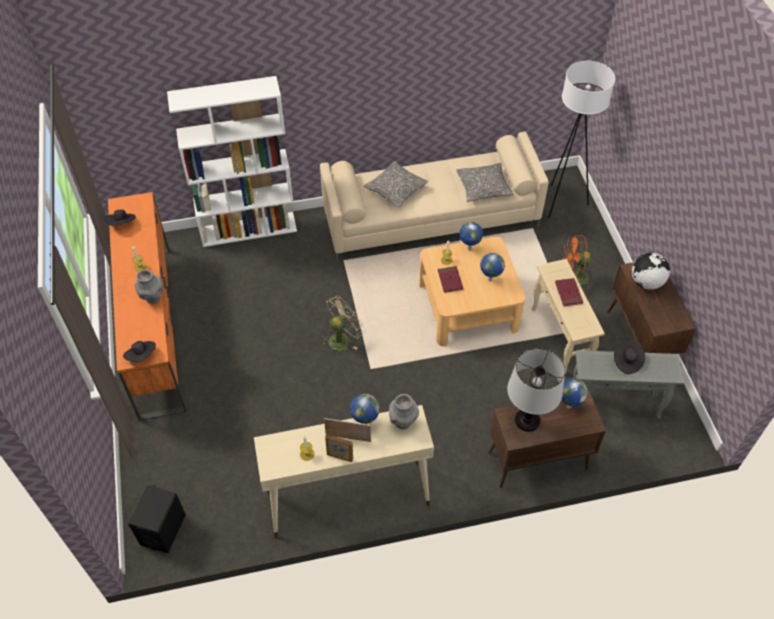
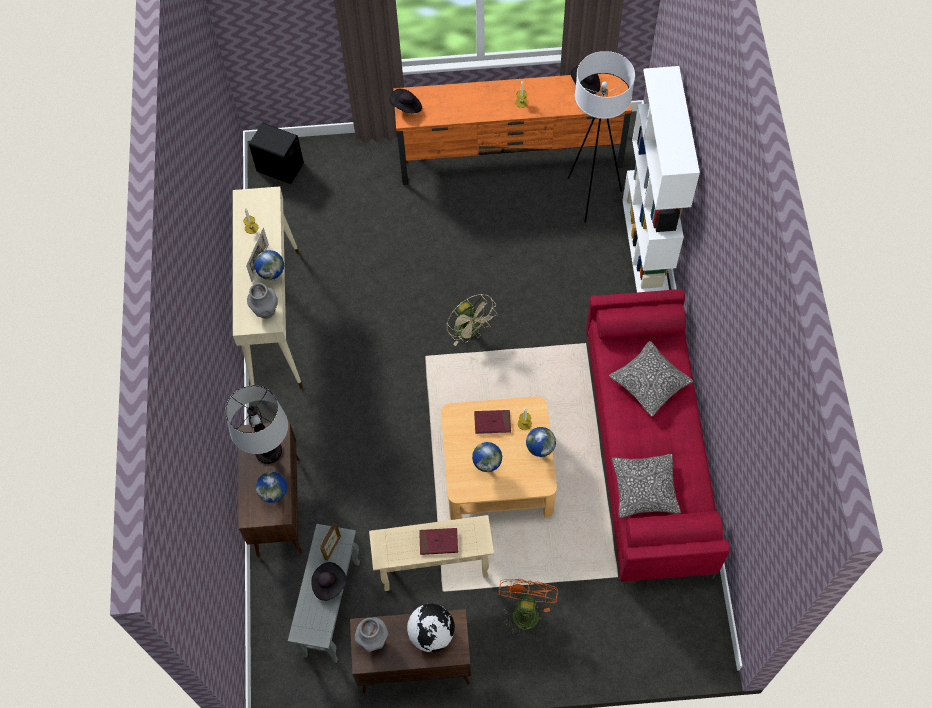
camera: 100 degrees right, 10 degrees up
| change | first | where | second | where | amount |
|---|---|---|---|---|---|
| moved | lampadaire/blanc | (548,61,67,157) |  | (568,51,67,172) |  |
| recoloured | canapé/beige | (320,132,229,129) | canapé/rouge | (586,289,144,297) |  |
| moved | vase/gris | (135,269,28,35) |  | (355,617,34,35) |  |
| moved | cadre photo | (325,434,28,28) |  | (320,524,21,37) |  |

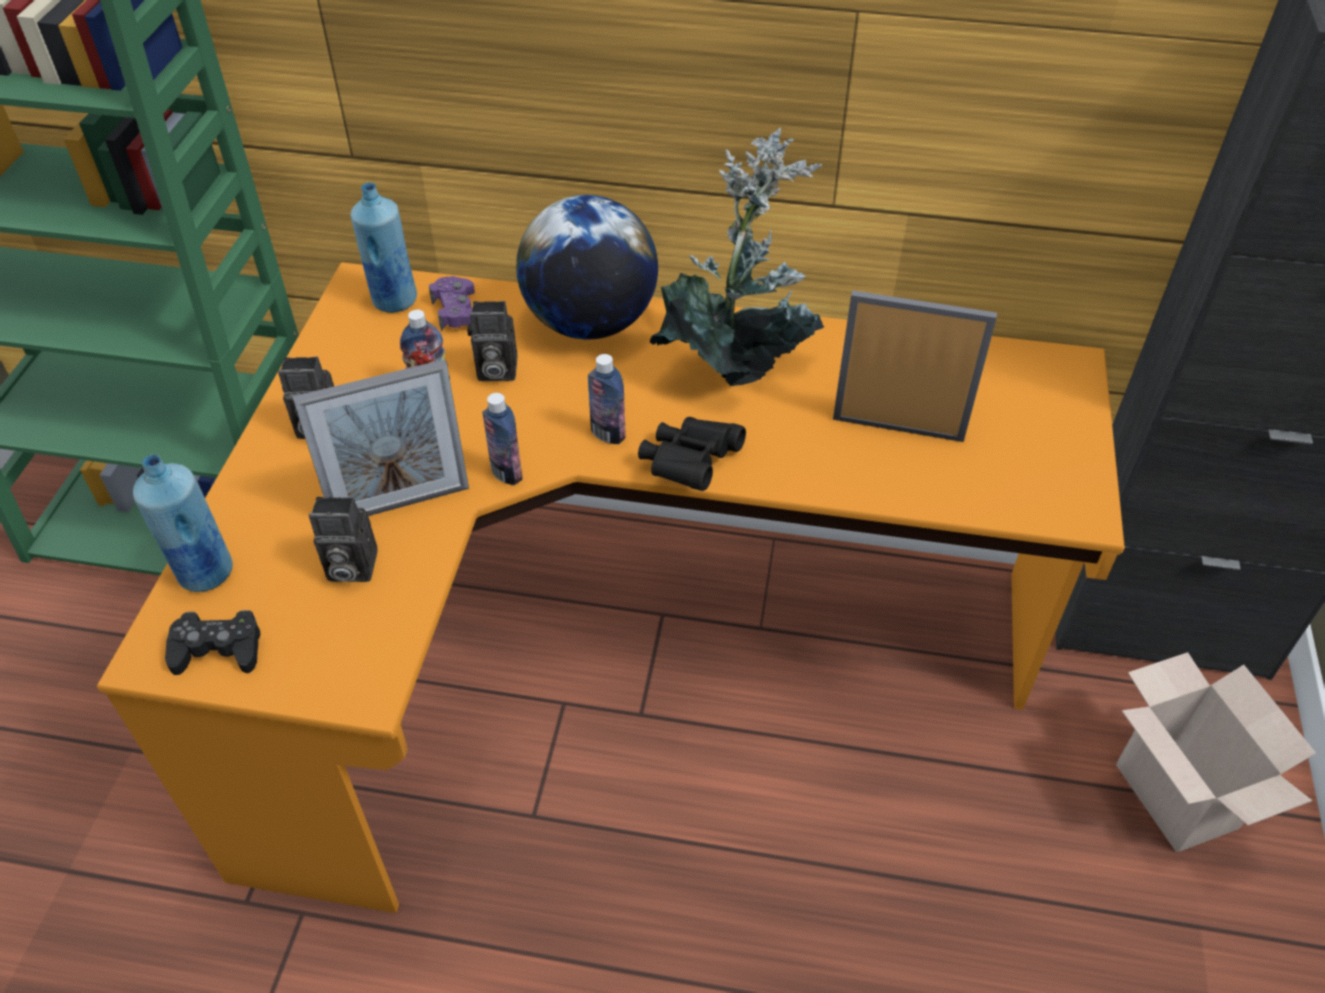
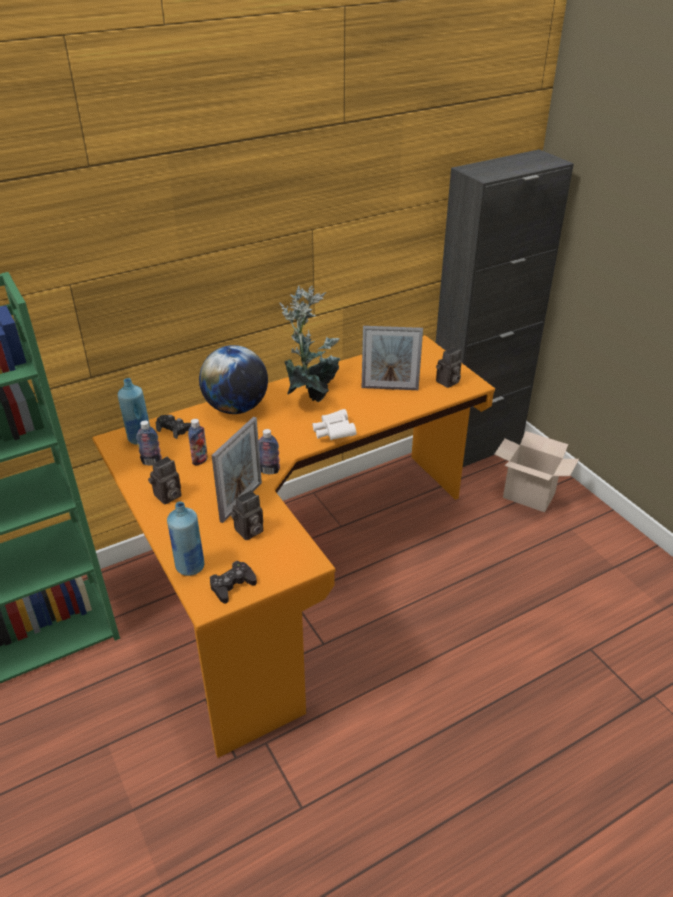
camera: 40 degrees left, 10 degrees down
| change | first | where | second | where | amount |
|---|---|---|---|---|---|
| recoloured | manette/violet | (429,276,46,55) | manette/noir | (155,415,36,24) |  |
| turned | cadre photo | (833,290,164,152) |  | (362,326,61,64) | 150 degrees counterclockwise |
| moved | appareil photo | (467,301,50,80) |  | (436,347,26,41) |  |
| moved | bouteille | (588,354,38,90) |  | (136,420,26,46) |  |
| recoloured | jumelles/noir | (638,417,108,74) | jumelles/blanc | (312,409,44,31) |  |

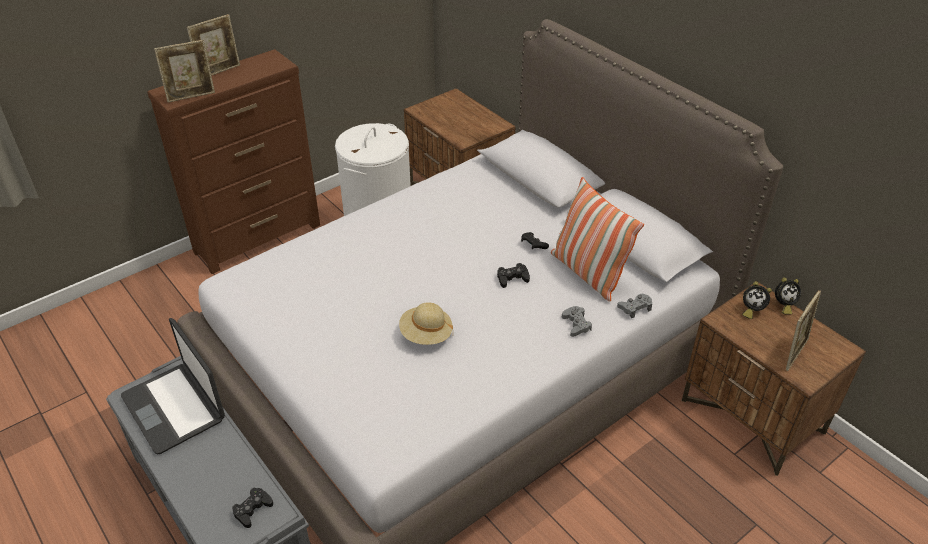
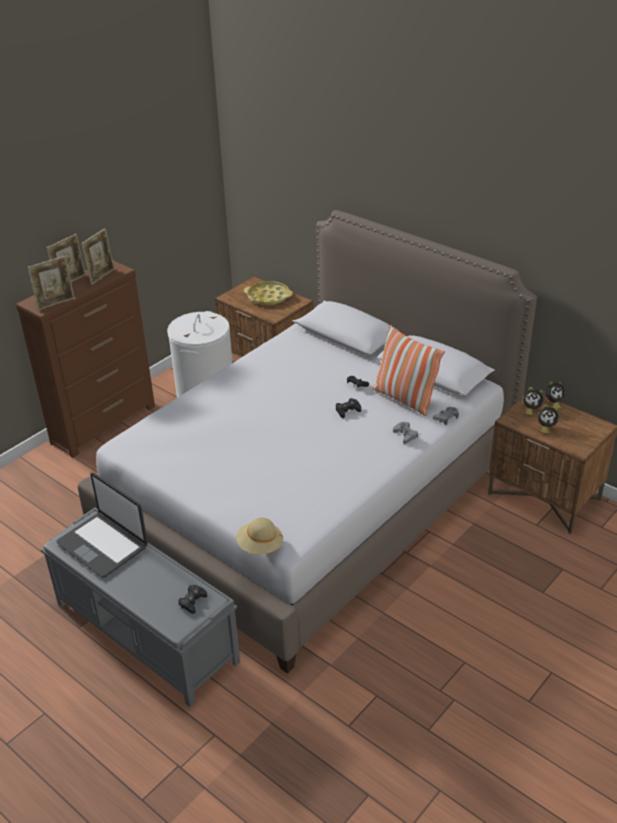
camera: 10 degrees left, 5 degrees down
| change | first | where | second | where | amount |
|---|---|---|---|---|---|
| moved | cadre photo | (786,290,35,81) |  | (81,228,34,57) |  |
| moved | chapeau/beige | (399,302,54,43) |  | (236,517,48,37) |  |
| added |  |  | plateau/jaune | (244,281,49,24) |  |
| added |  |  | réveil | (538,404,21,30) |  |

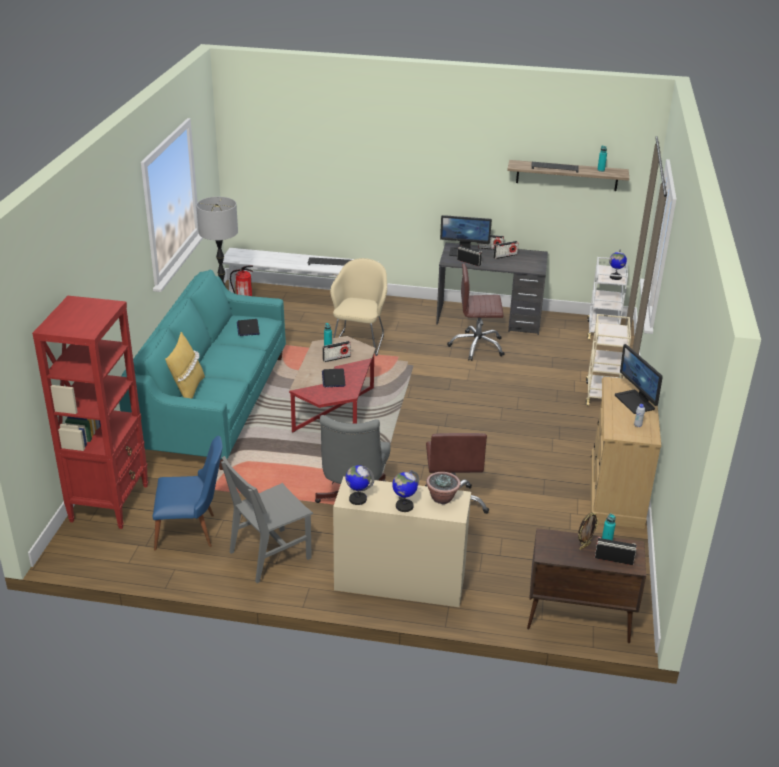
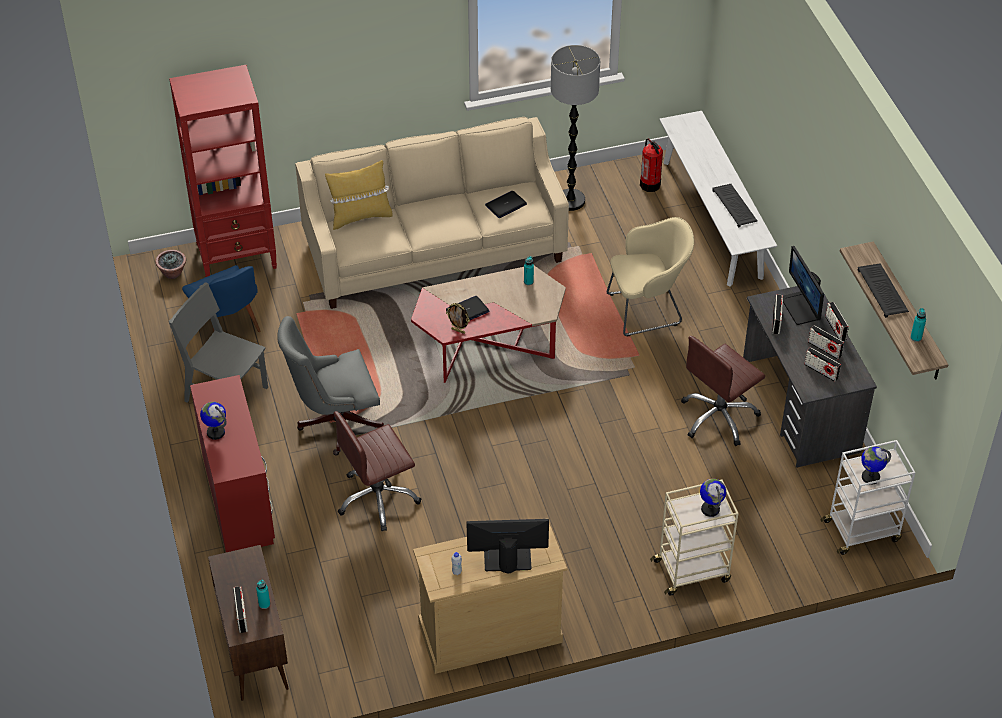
camera: 65 degrees right, 15 degrees up
| change | first | where | second | where | amount |
|---|---|---|---|---|---|
| turned | chaise de bureau/marron | (447,264,57,97) |  | (681,336,84,110) | 105 degrees counterclockwise |
| recoloured | canapé/turquoise | (119,269,167,201) | canapé/beige | (295,117,274,192) |  |
| moved | radio | (323,341,28,21) |  | (804,347,37,35) |  |
| turned | écran d'ordinateur | (615,344,48,70) |  | (466,519,83,54) | 45 degrees clockwise |
| moved | globe | (346,465,28,40) |  | (700,479,26,38) |  |
| moved | plante en pot | (426,472,35,32) |  | (156,250,30,29) |  |
| recoloured | bureau/beige | (333,476,138,131) | bureau/rouge | (190,375,85,177) |  |
| moved | cadre photo | (578,513,21,37) |  | (446,303,24,31) |  |

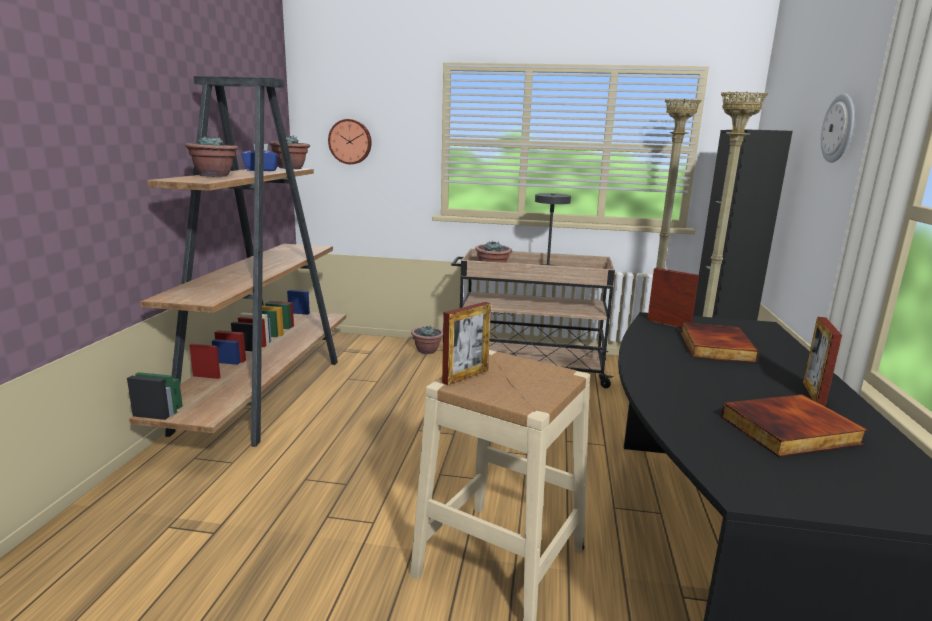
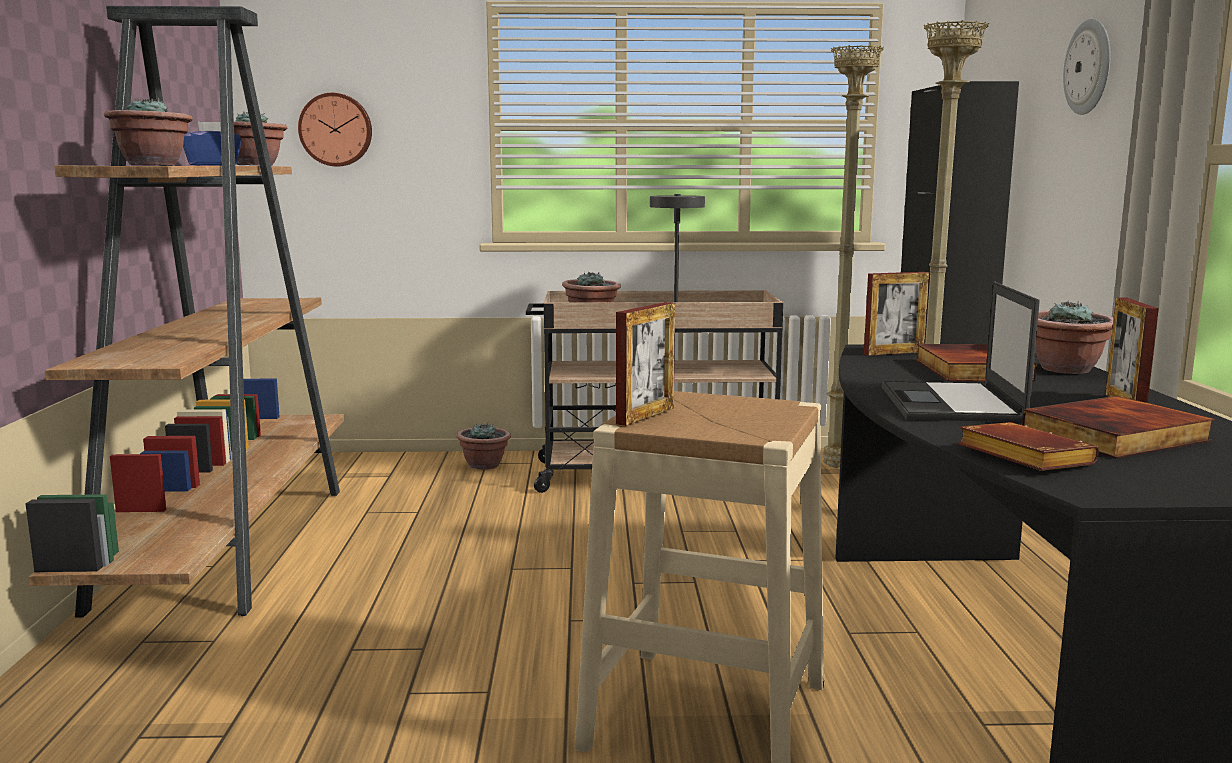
camera: 10 degrees left, 5 degrees down
| change | first | where | second | where | amount |
|---|---|---|---|---|---|
| turned | cadre photo | (647,268,52,60) |  | (864,272,65,84) | 135 degrees clockwise |
| added |  |  | ordinateur portable | (882,281,158,141) |  |
| added |  |  | plante en pot | (1035,301,78,73) |  |
| added |  |  | livre/marron | (958,422,141,49) |  |

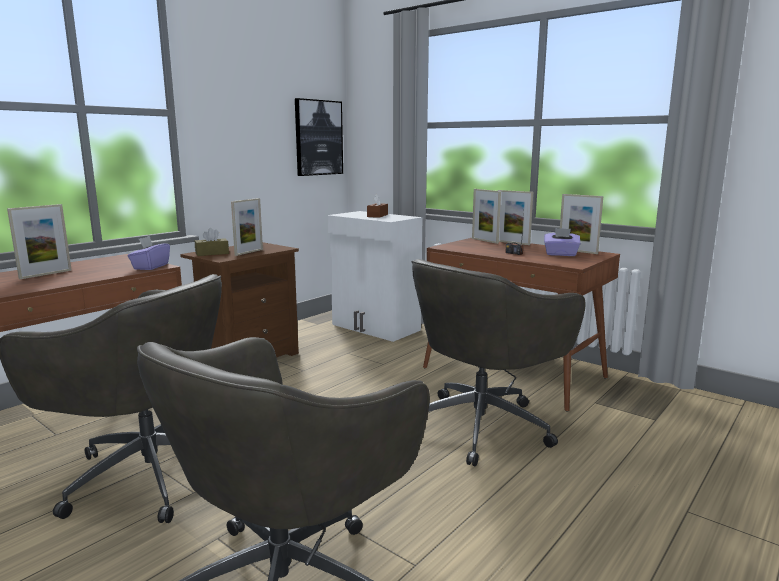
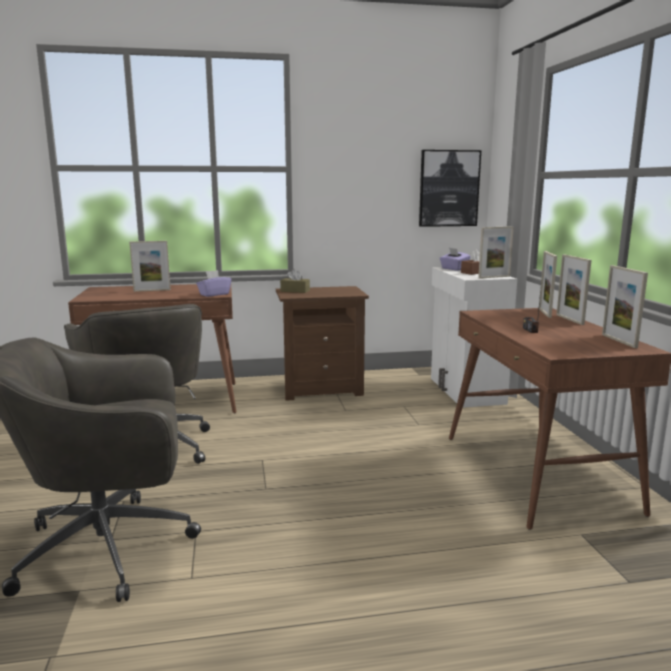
camera: 40 degrees right, 0 degrees up
| change | first | where | second | where | amount |
|---|---|---|---|---|---|
| moved | cadre photo | (231,198,32,58) |  | (478,226,36,53) |  |
| moved | boîte à mouchoirs/violet | (544,228,36,28) |  | (440,248,30,23) |  |
| removed | chaise de bureau/gris | (412,259,173,207) |  |  |  |

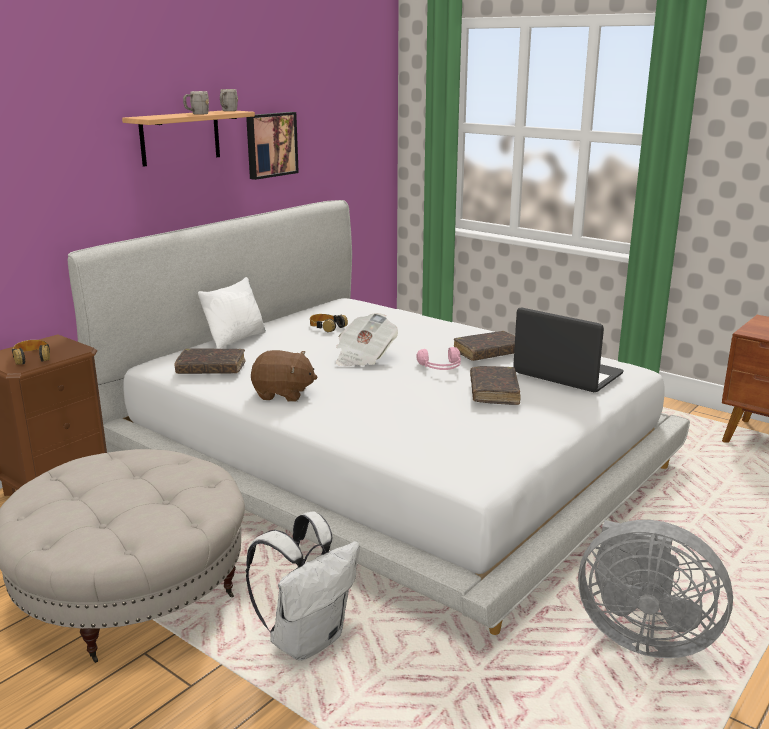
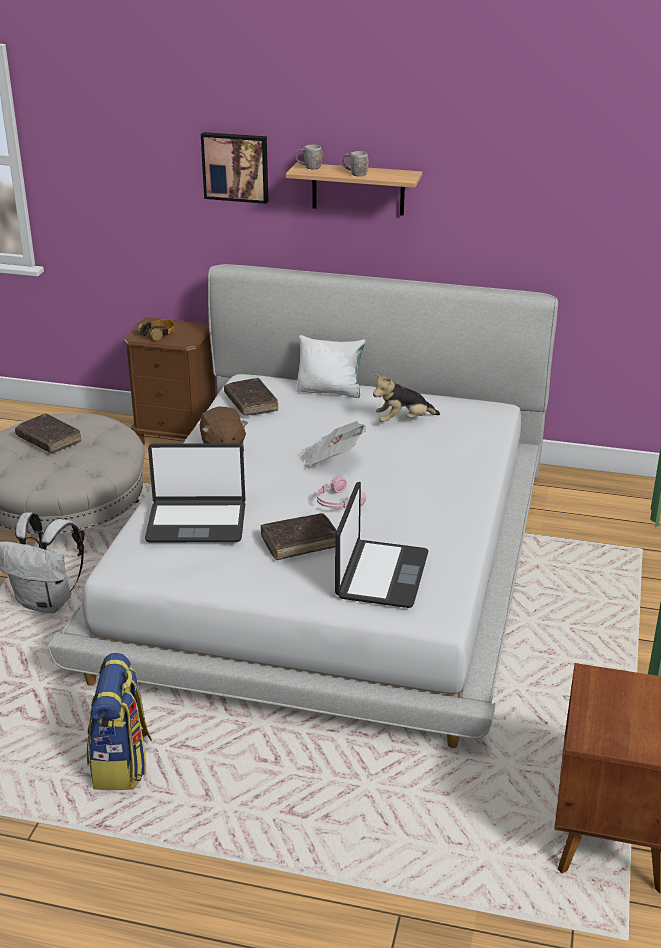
camera: 65 degrees right, 10 degrees up
| change | first | where | second | where | amount |
|---|---|---|---|---|---|
| moved | mug/gris | (220,89,18,22) |  | (295,144,27,25) |  |
| moved | tableau | (246,112,53,68) |  | (201,132,67,72) |  |
| replaced | casque audio | (310,314,38,18) | peluche | (373,374,67,48) |  |
| moved | livre/marron | (454,331,61,30) |  | (15,413,67,40) |  |
| replaced | ventilateur/gris | (578,520,155,138) | sac à dos | (87,653,65,137) |  |
| added |  |  | ordinateur portable | (145,443,100,99) |  |

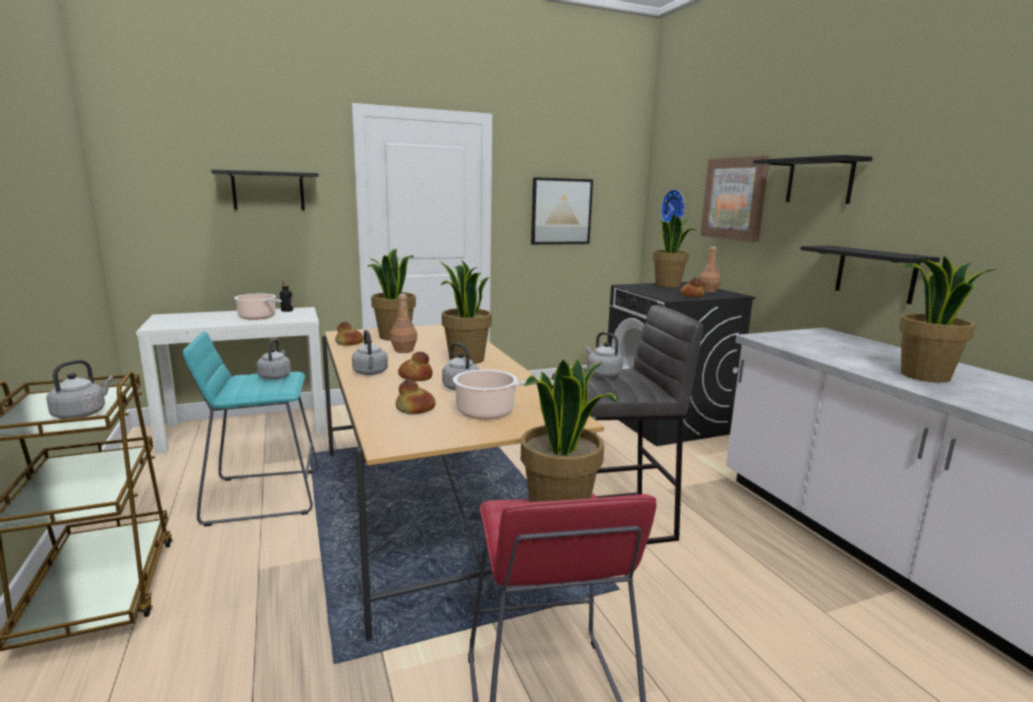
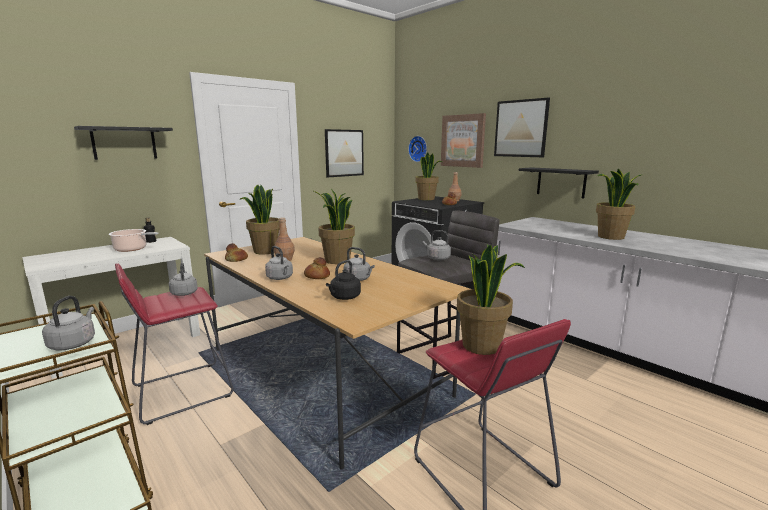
camera: 20 degrees left, 0 degrees up
| change | first | where | second | where | amount |
|---|---|---|---|---|---|
| replaced | étagère/noir | (753,155,120,49) | tableau | (494,98,56,59) |  |
| recoloured | tabouret/turquoise | (183,331,136,196) | tabouret/rouge | (115,263,118,162) |  |
| removed | marmite | (453,369,101,51) |  |  |  |
| replaced | pain | (396,379,39,35) | bouilloire/noir | (326,260,35,40) |  |

